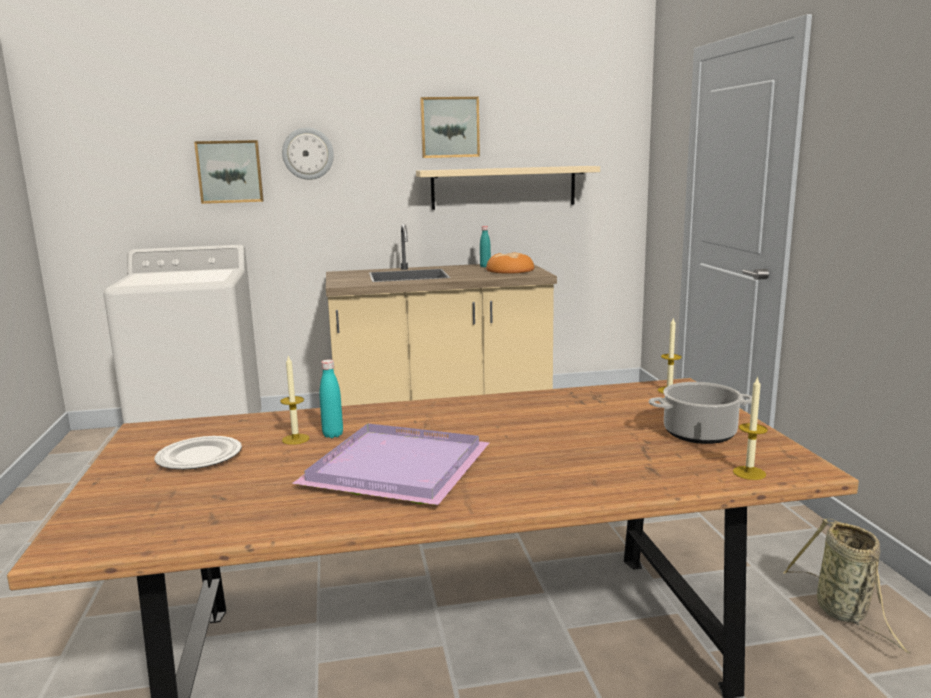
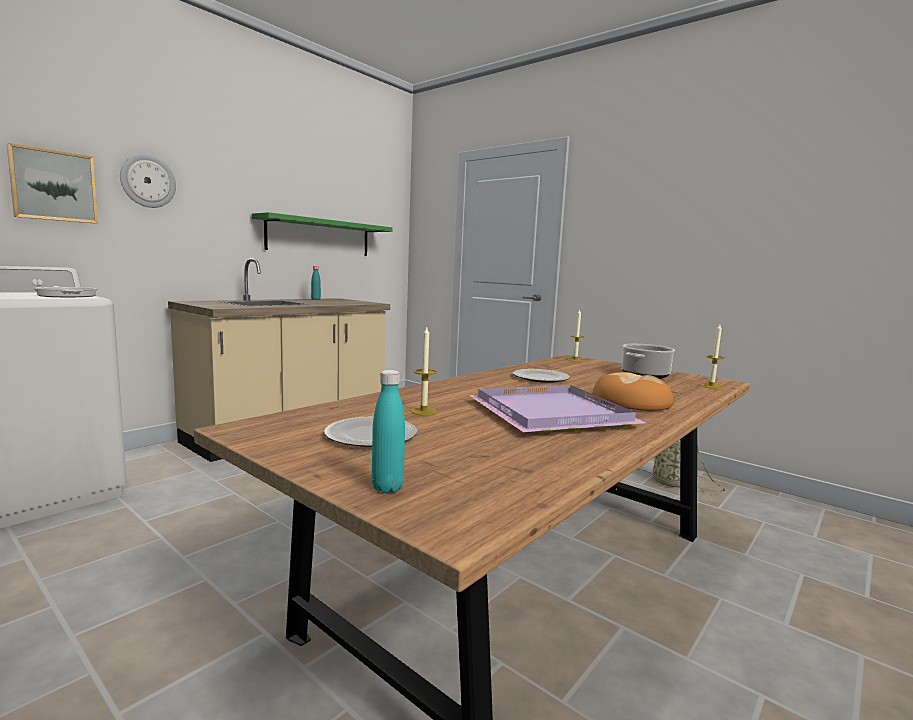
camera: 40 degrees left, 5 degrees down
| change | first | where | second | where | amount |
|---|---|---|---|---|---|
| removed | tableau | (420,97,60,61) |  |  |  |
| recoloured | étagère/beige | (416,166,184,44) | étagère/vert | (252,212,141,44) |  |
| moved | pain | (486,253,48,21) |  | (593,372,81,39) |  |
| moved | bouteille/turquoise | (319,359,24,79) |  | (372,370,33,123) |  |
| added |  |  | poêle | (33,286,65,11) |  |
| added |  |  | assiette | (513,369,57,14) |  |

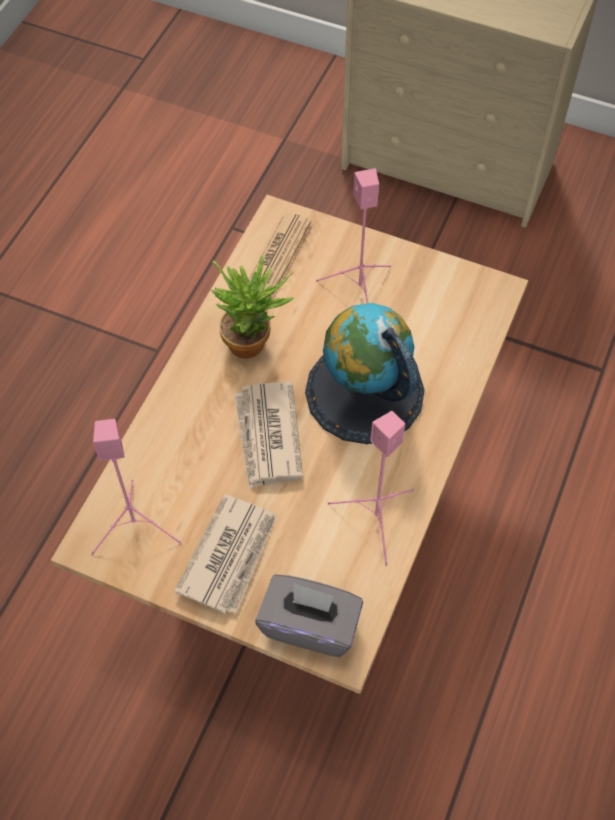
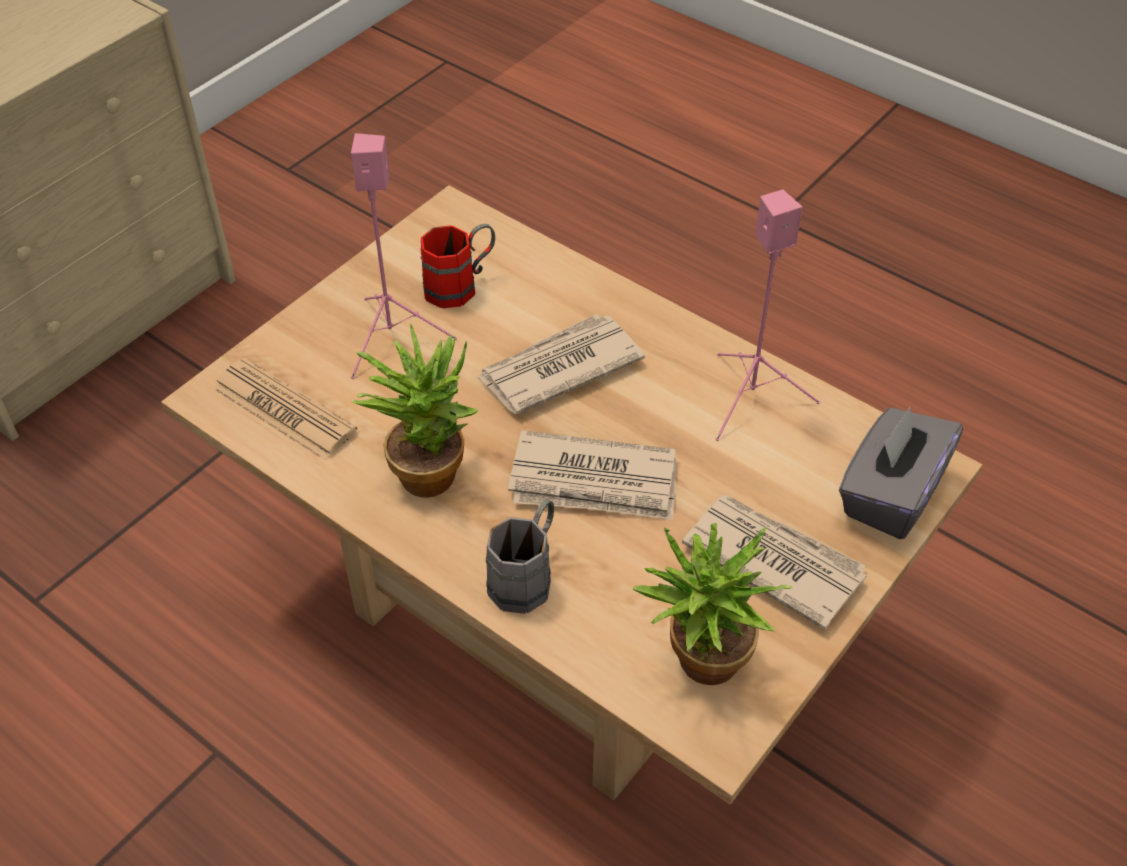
camera: 75 degrees left, 10 degrees down
| change | first | where | second | where | amount |
|---|---|---|---|---|---|
| replaced | globe | (305,303,120,141) | journal | (477,314,168,100) |  |
| replaced | enceinte/rose | (91,419,91,137) | plante en pot | (633,523,159,162) |  |
| added |  |  | mug/rouge | (420,224,75,85) |  |
| added |  |  | mug/gris | (486,499,68,115) |  |

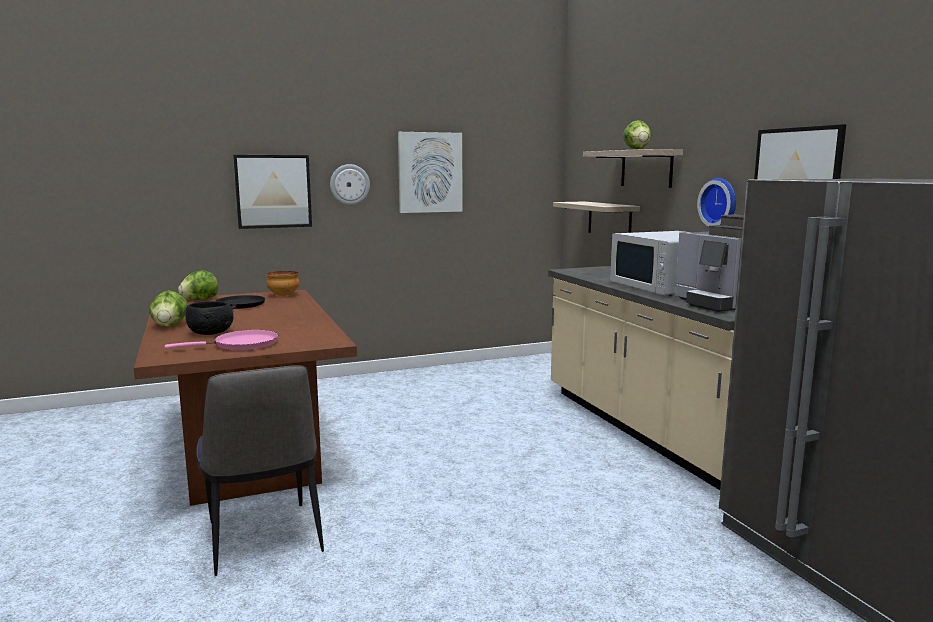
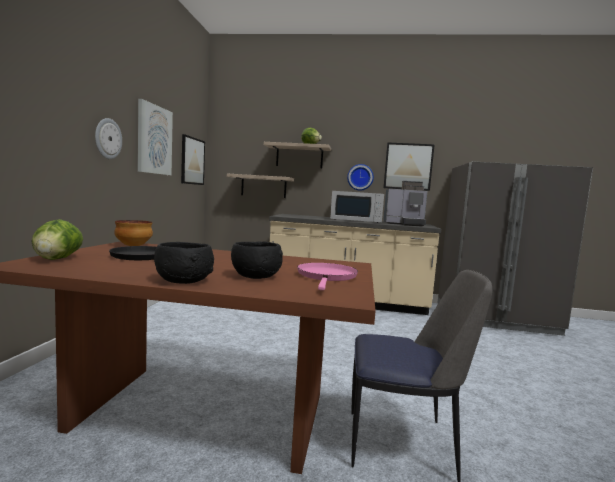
camera: 60 degrees left, 5 degrees down
| change | first | where | second | where | amount |
|---|---|---|---|---|---|
| moved | tableau | (233,155,79,74) |  | (181,134,24,51) |  |
| replaced | laitue | (149,290,39,37) | bol/noir | (154,242,60,42) |  |

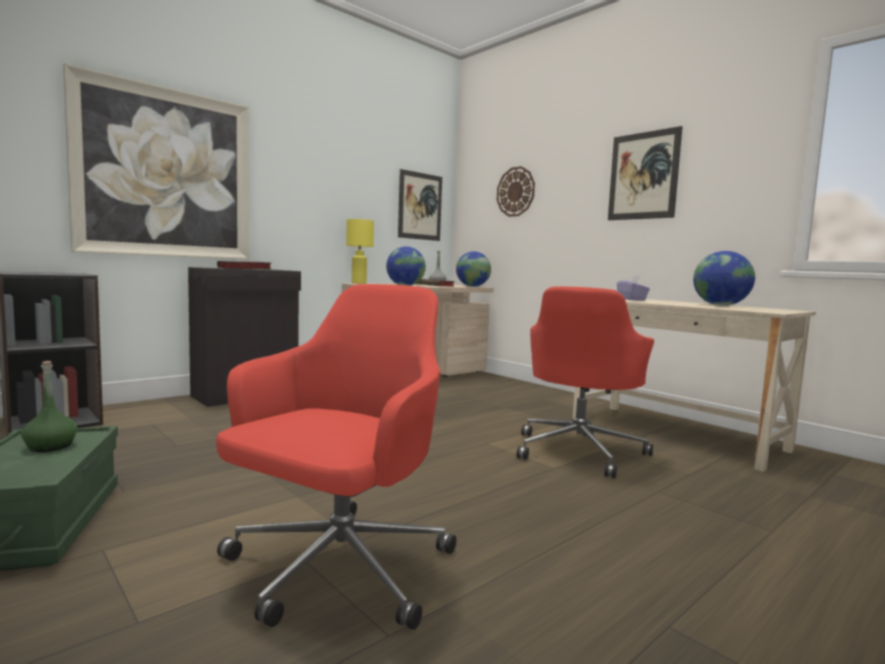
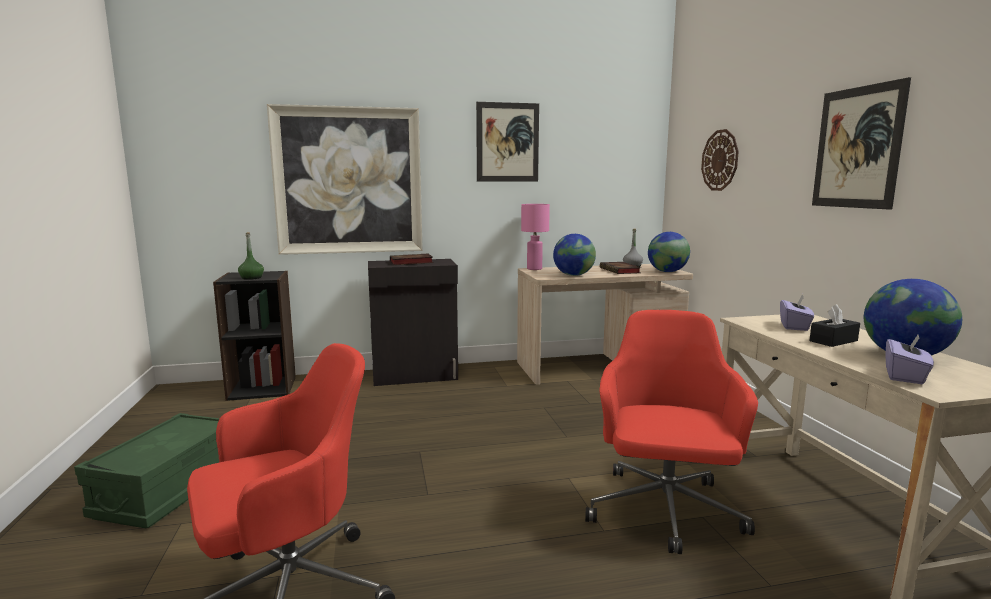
camera: 30 degrees right, 5 degrees up
| change | first | where | second | where | amount |
|---|---|---|---|---|---|
| moved | tableau | (398,169,44,72) |  | (476,102,63,80) |  |
| recoloured | lampe de table/jaune | (346,219,28,65) | lampe de table/rose | (521,204,29,66) |  |
| turned | chaise de bureau/rouge | (517,286,137,192) |  | (585,310,173,244) | 135 degrees clockwise |
| moved | bouteille/vert | (21,361,57,91) |  | (238,232,26,48) |  |
| added |  |  | boîte à mouchoirs/noir | (809,304,51,43) |  |
| added |  |  | boîte à mouchoirs/violet | (885,333,49,51) |  |

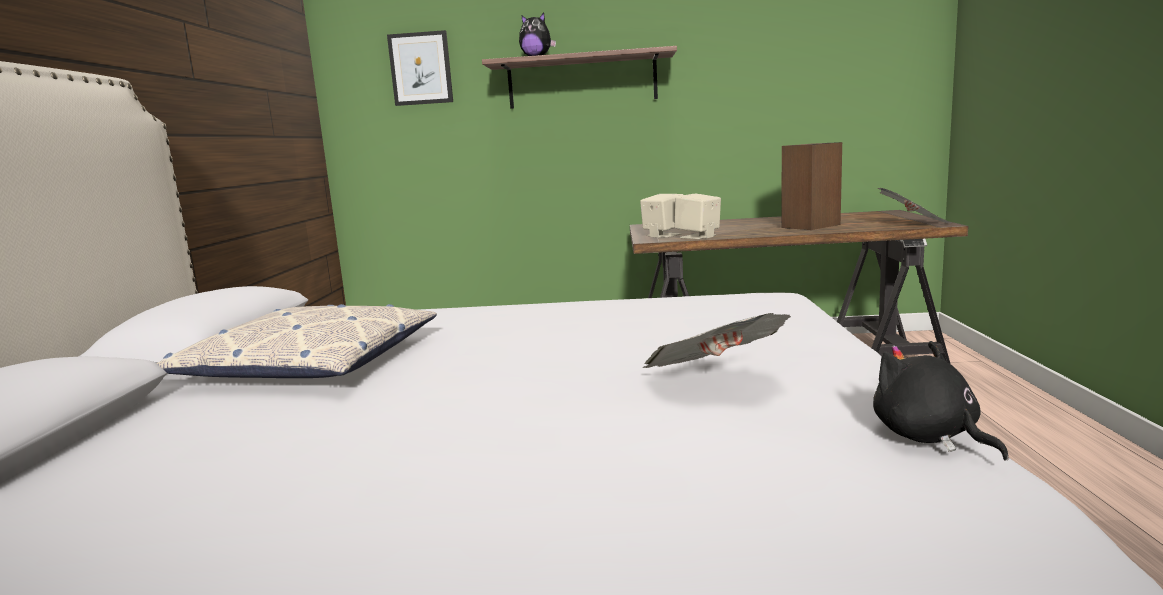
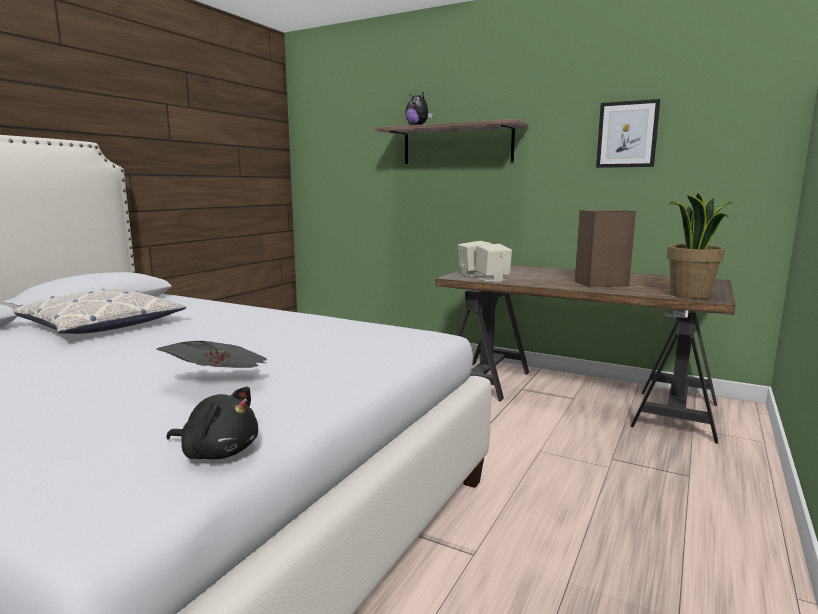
camera: 25 degrees right, 0 degrees up
| change | first | where | second | where | amount |
|---|---|---|---|---|---|
| moved | tableau | (387,30,66,76) |  | (596,99,65,69) |  |
| replaced | journal | (877,188,76,35) | plante en pot | (667,193,65,106) |  |
| turned | peluche/noir | (873,341,136,120) |  | (166,387,92,72) | 105 degrees clockwise |

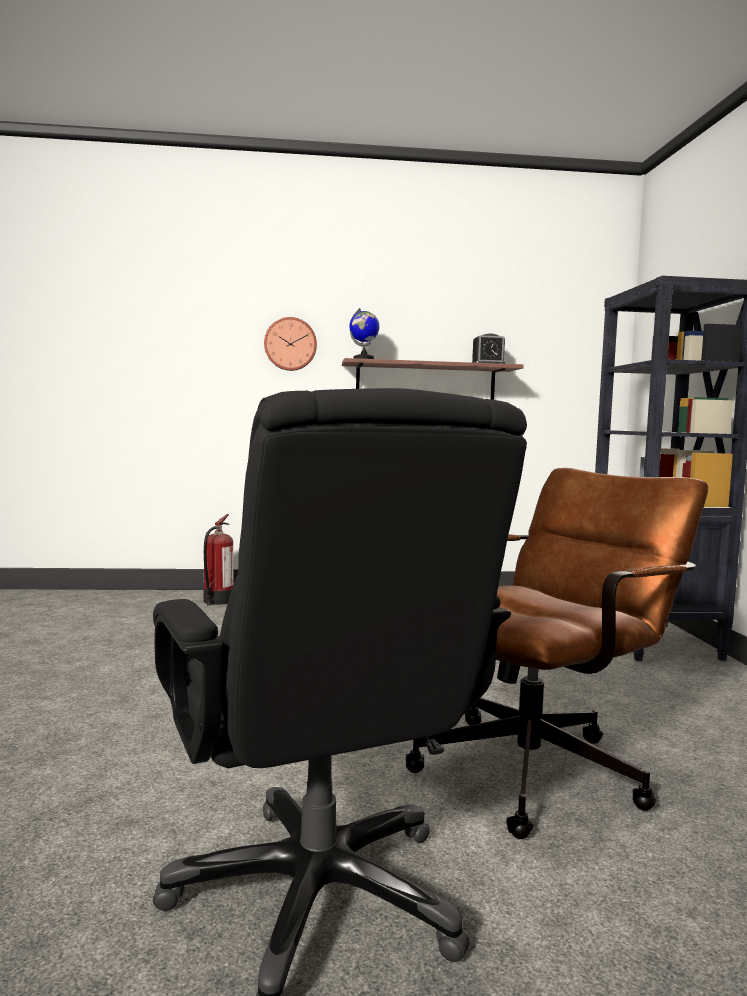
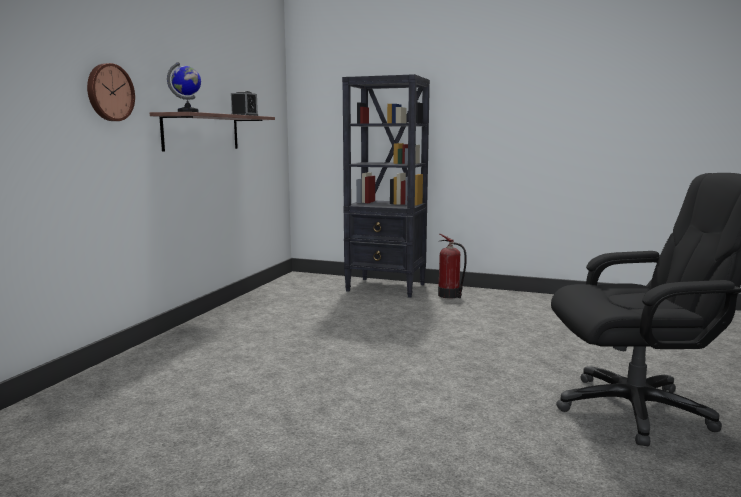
camera: 65 degrees left, 5 degrees up
| change | first | where | second | where | amount |
|---|---|---|---|---|---|
| removed | chaise de bureau/marron | (406,468,303,371) |  |  |  |
| moved | extincteur | (203,514,31,92) |  | (438,234,29,64) |  |

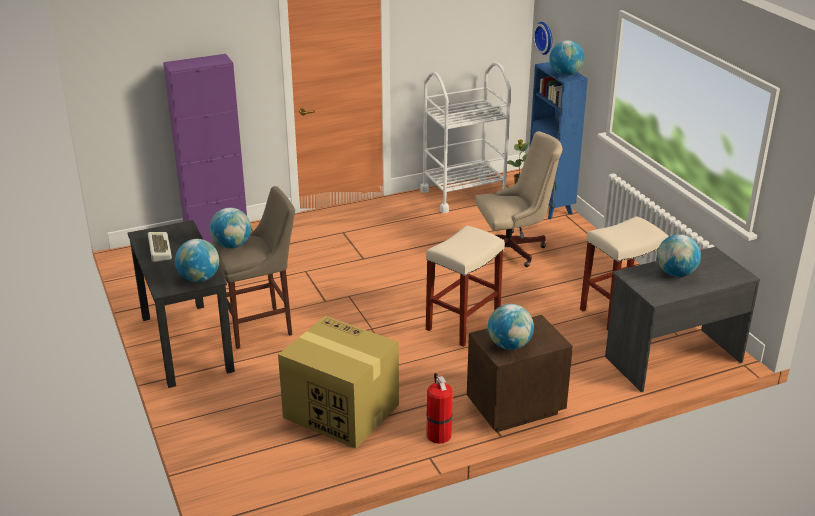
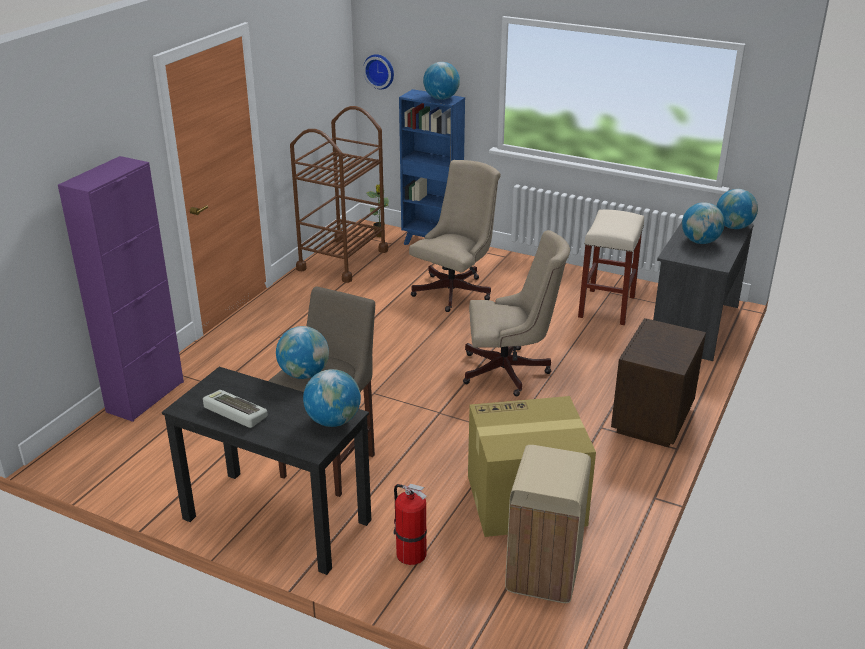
camera: 40 degrees left, 0 degrees up
| change | first | where | second | where | amount |
|---|---|---|---|---|---|
| recoloured | chariot/blanc | (420,62,91,151) | chariot/marron | (290,106,98,177) |  |
| replaced | tabouret/beige | (426,226,79,121) | chaise de bureau/beige | (463,230,107,166) |  |
| moved | globe | (488,304,46,46) |  | (717,189,41,40) |  |
| moved | extincteur | (427,373,26,71) |  | (393,484,34,81) |  |
| added |  |  | poubelle/beige | (505,445,86,158) |  |

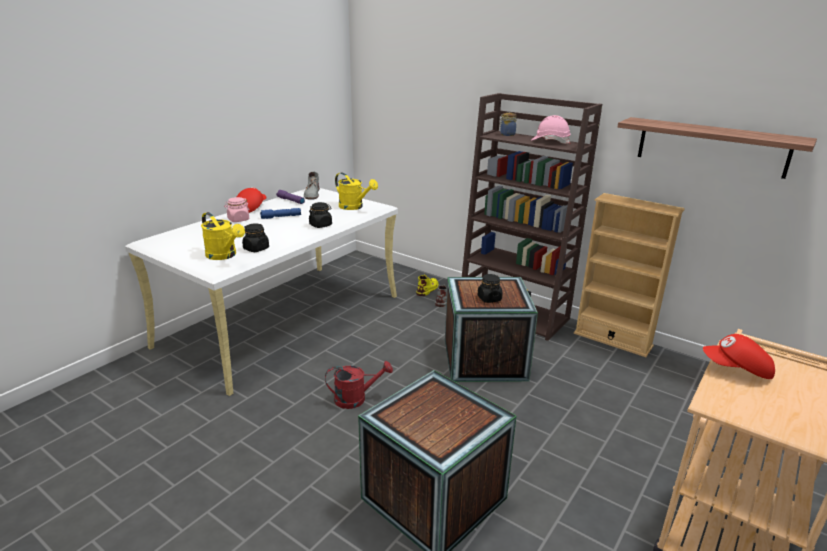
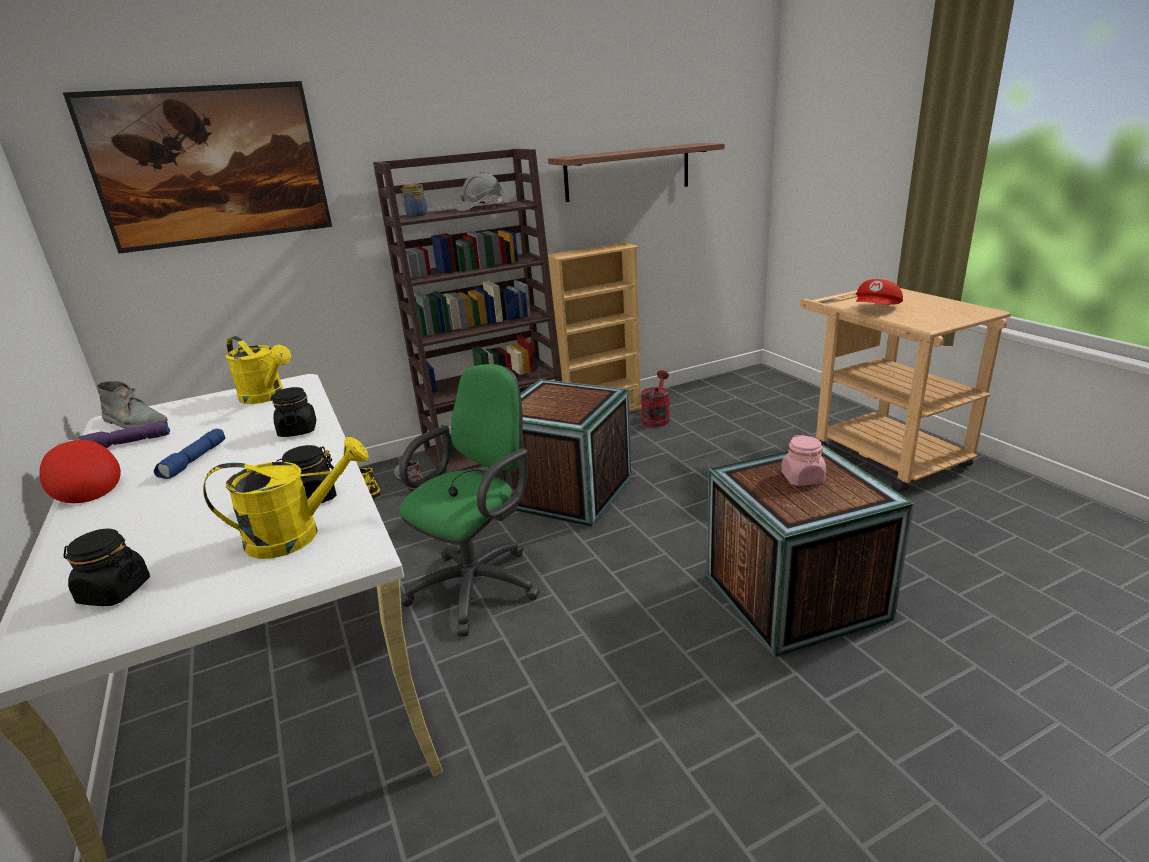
camera: 60 degrees left, 0 degrees up
| change | first | where | second | where | amount |
|---|---|---|---|---|---|
| recoloured | casque de chantier/rose | (531,115,40,29) | casque de chantier/gris | (457,172,47,39) |  |
| turned | arrosoir/jaune | (335,172,43,38) |  | (226,336,65,68) | 60 degrees clockwise |
| moved | bocal/rose | (224,197,26,25) |  | (781,435,45,51) |  |
| moved | bocal/noir | (478,274,25,29) |  | (63,529,87,77) |  |
| moved | arrosoir/rouge | (325,361,68,48) |  | (641,370,29,57) |  |
| added |  |  | tableau | (63,81,269,173) |  |
| added |  |  | chaise de bureau/vert | (399,364,141,272) |  |

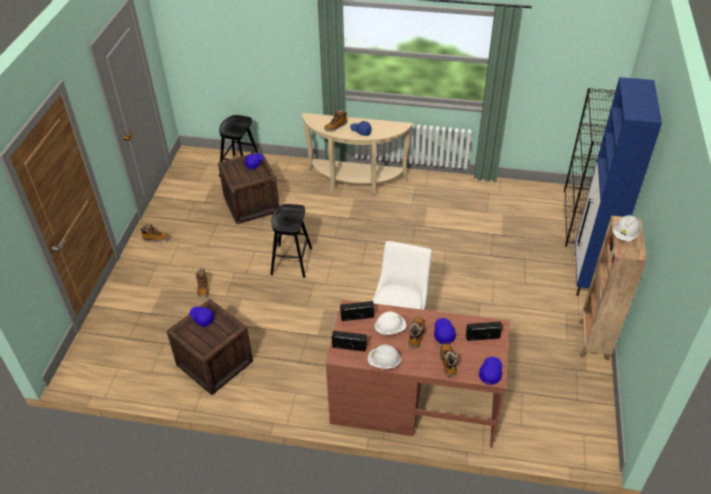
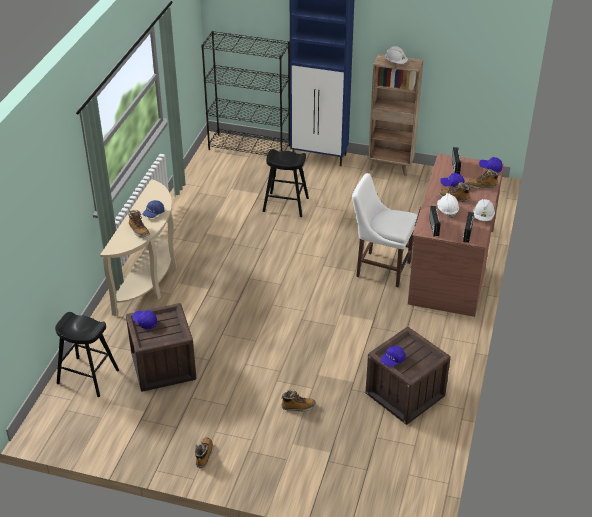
camera: 85 degrees left, 5 degrees down
| change | first | where | second | where | amount |
|---|---|---|---|---|---|
| moved | tabouret/noir | (270,204,42,74) |  | (263,149,46,68) |  |

